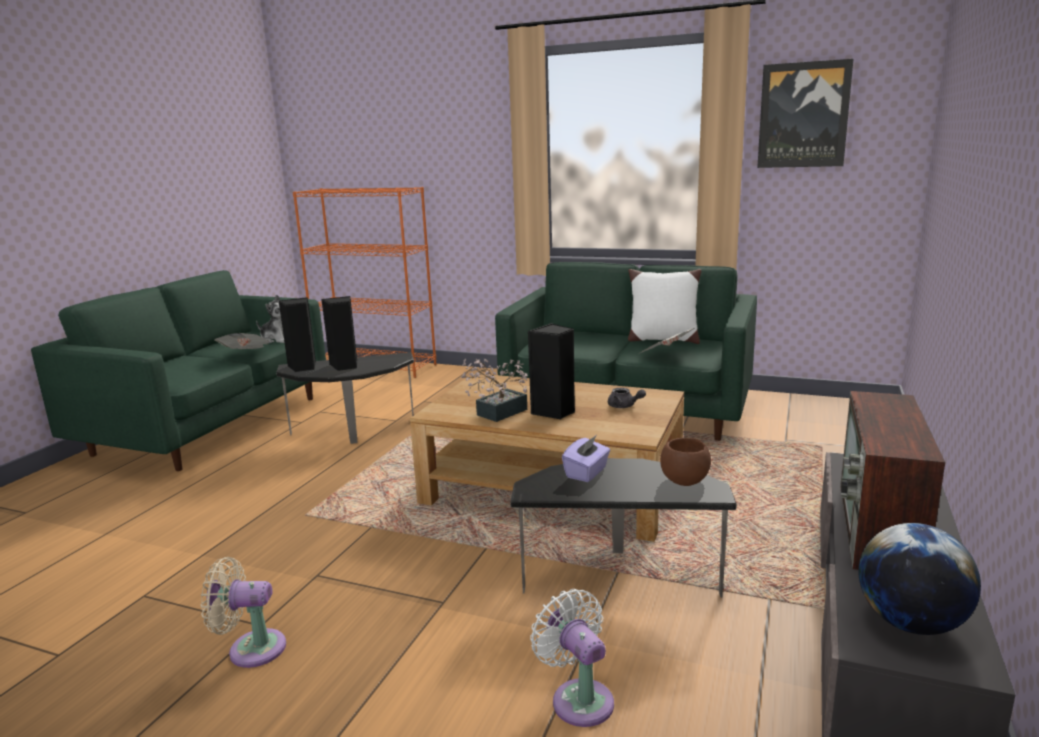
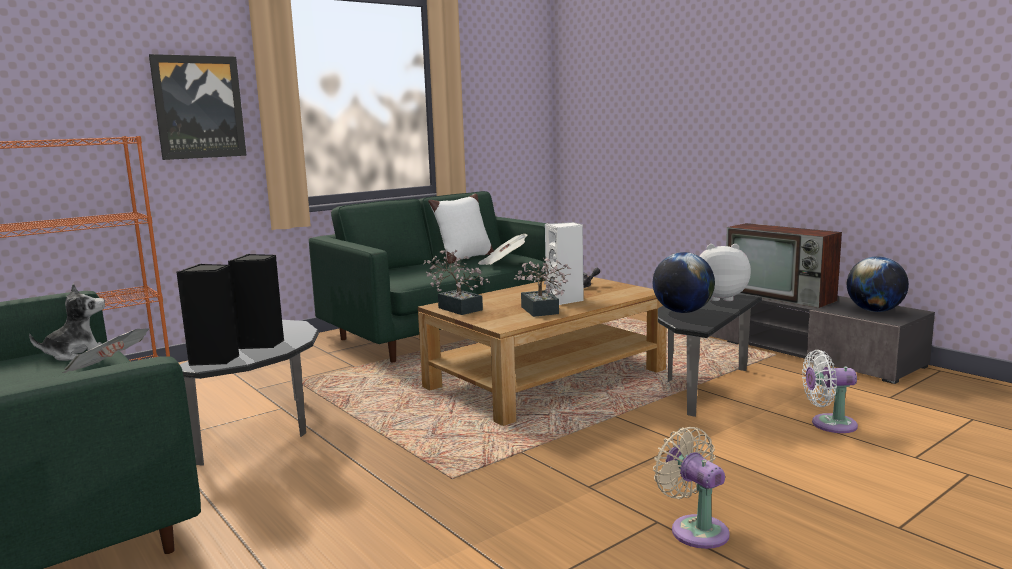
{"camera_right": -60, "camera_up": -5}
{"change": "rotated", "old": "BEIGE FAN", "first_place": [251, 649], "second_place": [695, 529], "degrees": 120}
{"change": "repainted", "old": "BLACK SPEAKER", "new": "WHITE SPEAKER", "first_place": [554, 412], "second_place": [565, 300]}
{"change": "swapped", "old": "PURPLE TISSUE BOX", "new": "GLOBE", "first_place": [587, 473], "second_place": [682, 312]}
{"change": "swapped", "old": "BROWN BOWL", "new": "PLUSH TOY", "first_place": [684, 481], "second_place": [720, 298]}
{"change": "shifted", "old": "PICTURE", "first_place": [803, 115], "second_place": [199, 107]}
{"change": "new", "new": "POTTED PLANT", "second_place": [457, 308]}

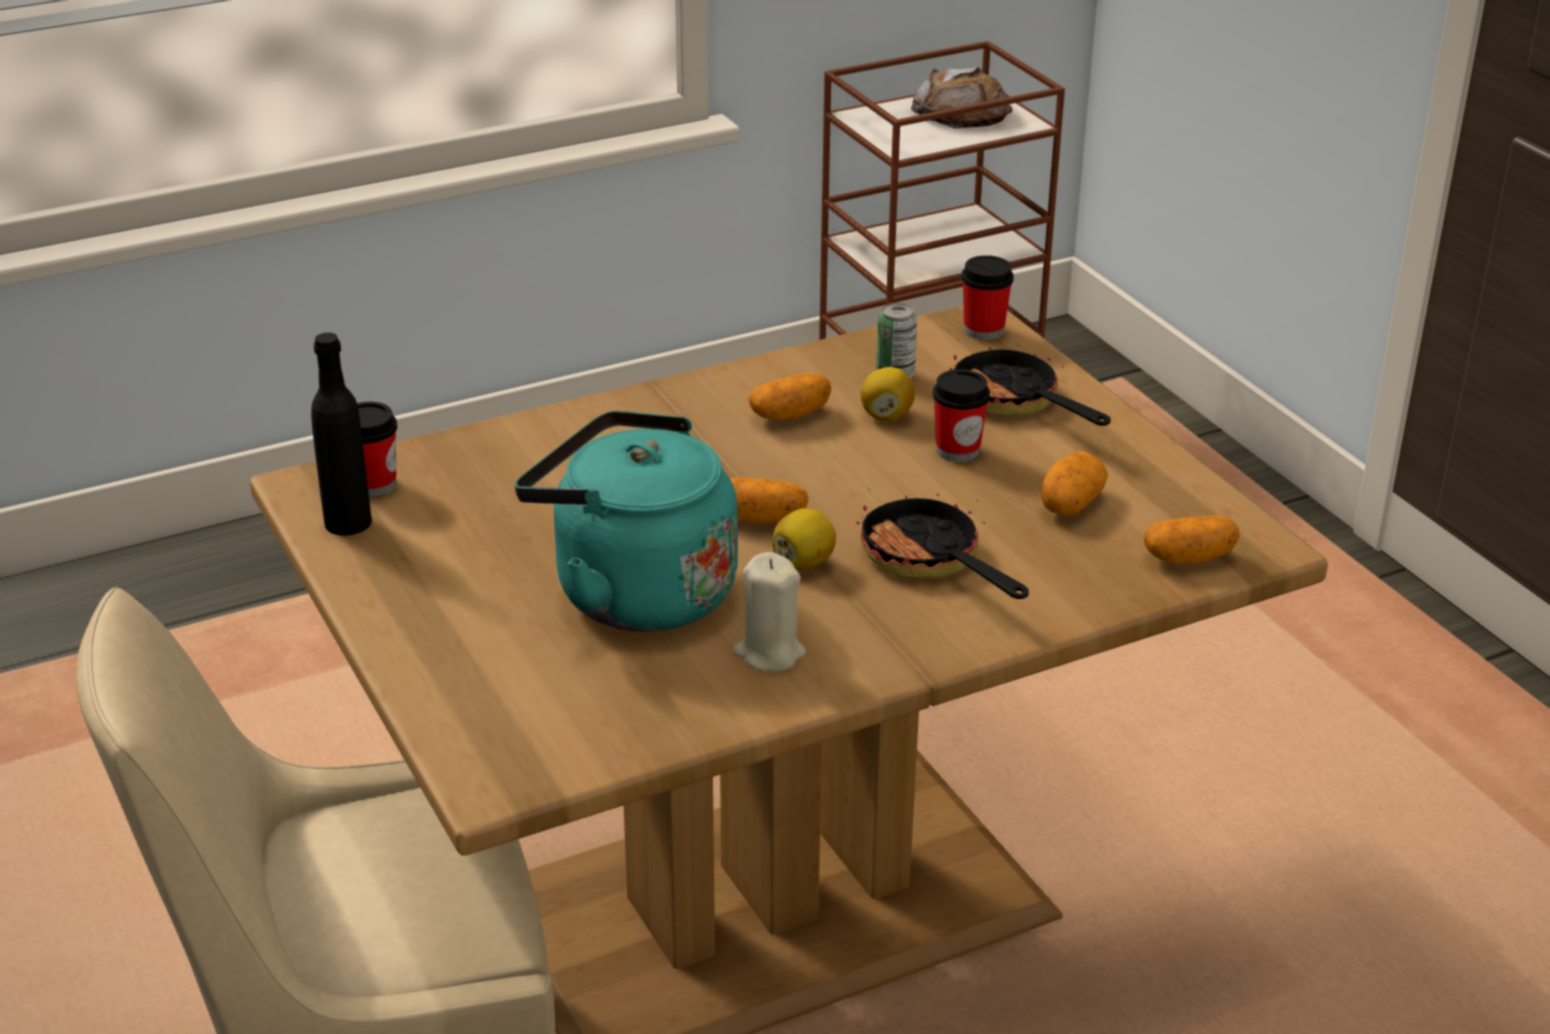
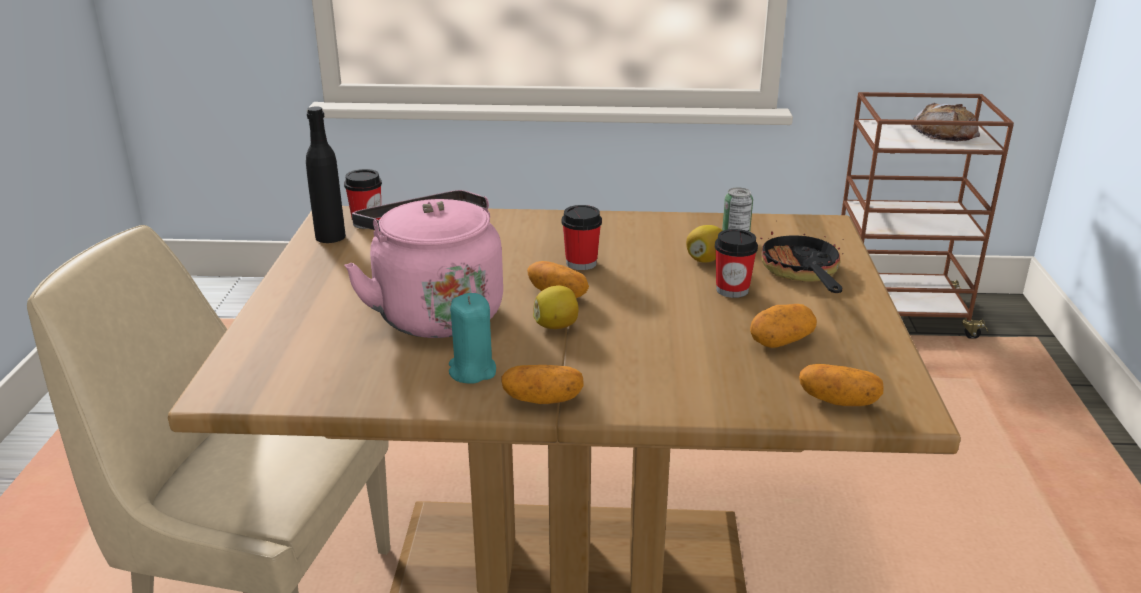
{"camera_right": 30, "camera_up": -5}
{"change": "repainted", "old": "TURQUOISE KETTLE", "new": "PINK KETTLE", "first_place": [634, 592], "second_place": [434, 312]}
{"change": "repainted", "old": "BEIGE CANDLE", "new": "TURQUOISE CANDLE", "first_place": [769, 653], "second_place": [472, 371]}
{"change": "shifted", "old": "POTATO", "first_place": [790, 415], "second_place": [542, 399]}
{"change": "gone", "old": "FRYING PAN", "first_place": [930, 562]}
{"change": "shifted", "old": "CUP", "first_place": [983, 330], "second_place": [581, 263]}

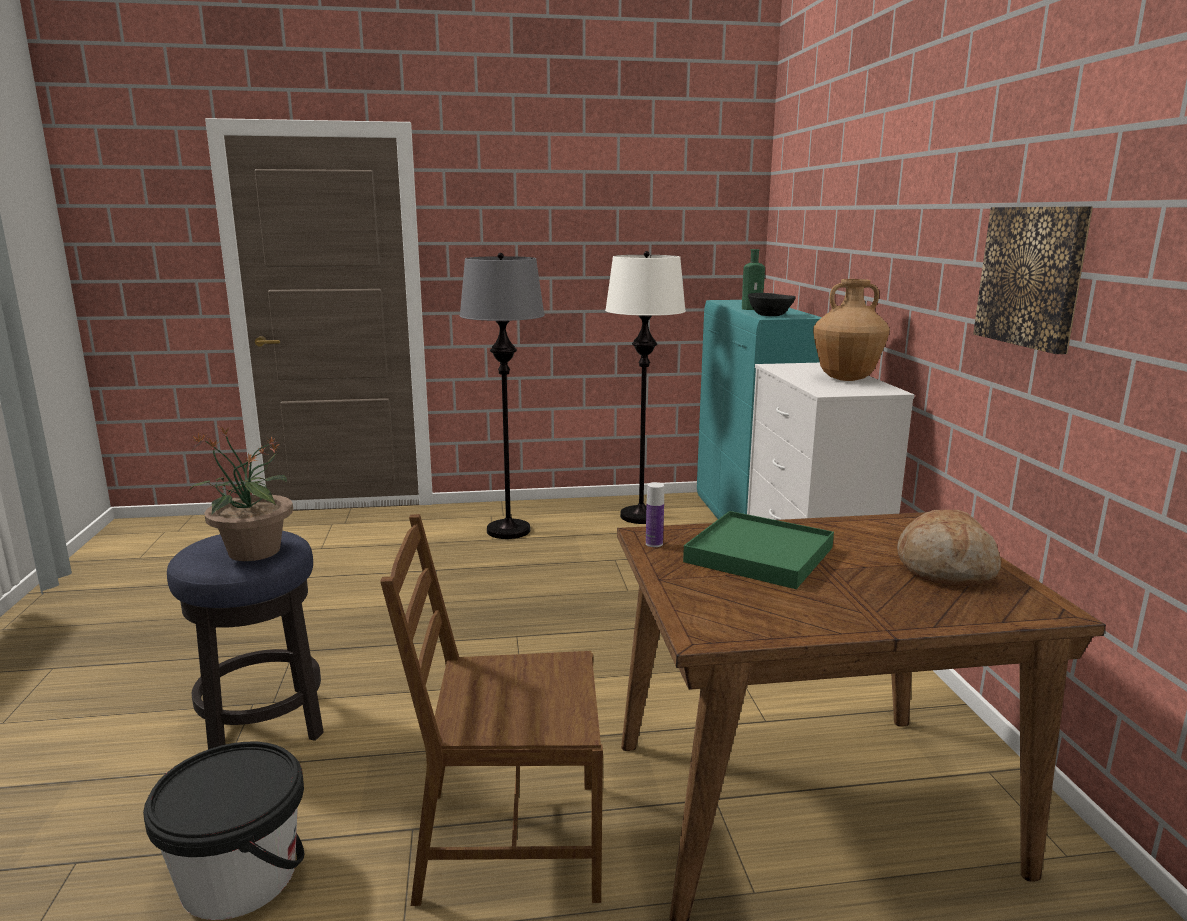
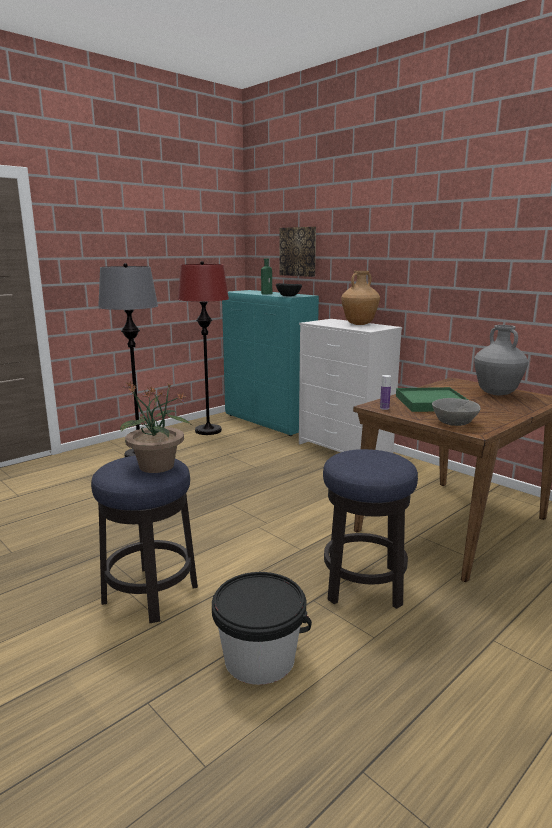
{"camera_right": -35, "camera_up": 0}
{"change": "swapped", "old": "BROWN CHAIR", "new": "STOOL", "first_place": [507, 842], "second_place": [363, 585]}
{"change": "repainted", "old": "WHITE FLOOR LAMP", "new": "RED FLOOR LAMP", "first_place": [641, 516], "second_place": [208, 430]}
{"change": "swapped", "old": "BREAD", "new": "GREY VASE", "first_place": [945, 568], "second_place": [497, 393]}
{"change": "shifted", "old": "PICTURE", "first_place": [1032, 276], "second_place": [298, 251]}
{"change": "new", "new": "GREY BOWL", "second_place": [453, 423]}

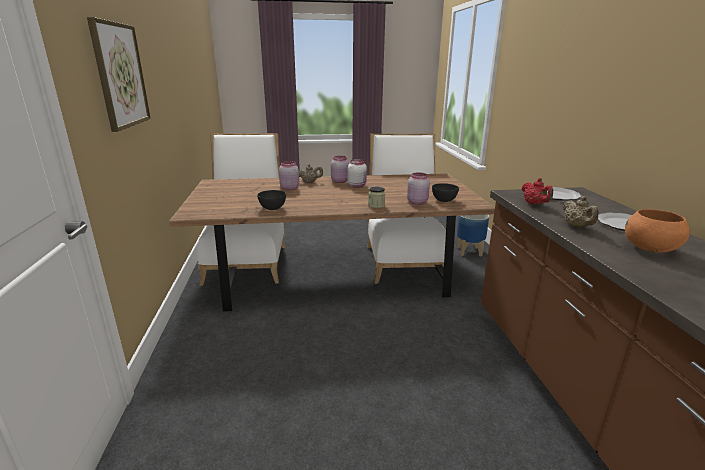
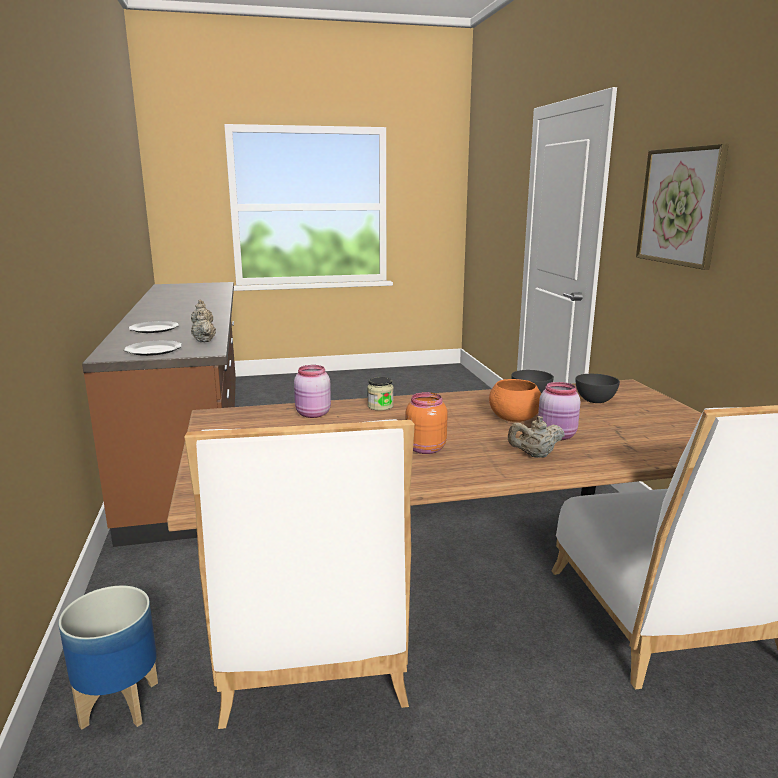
{"camera_right": 175, "camera_up": -5}
{"change": "gone", "old": "PINK JAR", "first_place": [340, 181]}
{"change": "repainted", "old": "WHITE JAR", "new": "ORANGE JAR", "first_place": [357, 185], "second_place": [424, 449]}
{"change": "shifted", "old": "GREY BOWL", "first_place": [443, 200], "second_place": [595, 401]}
{"change": "repainted", "old": "RED TEAPOT", "new": "BEIGE TEAPOT", "first_place": [535, 205], "second_place": [204, 341]}
{"change": "shifted", "old": "ORANGE BOWL", "first_place": [650, 249], "second_place": [514, 419]}

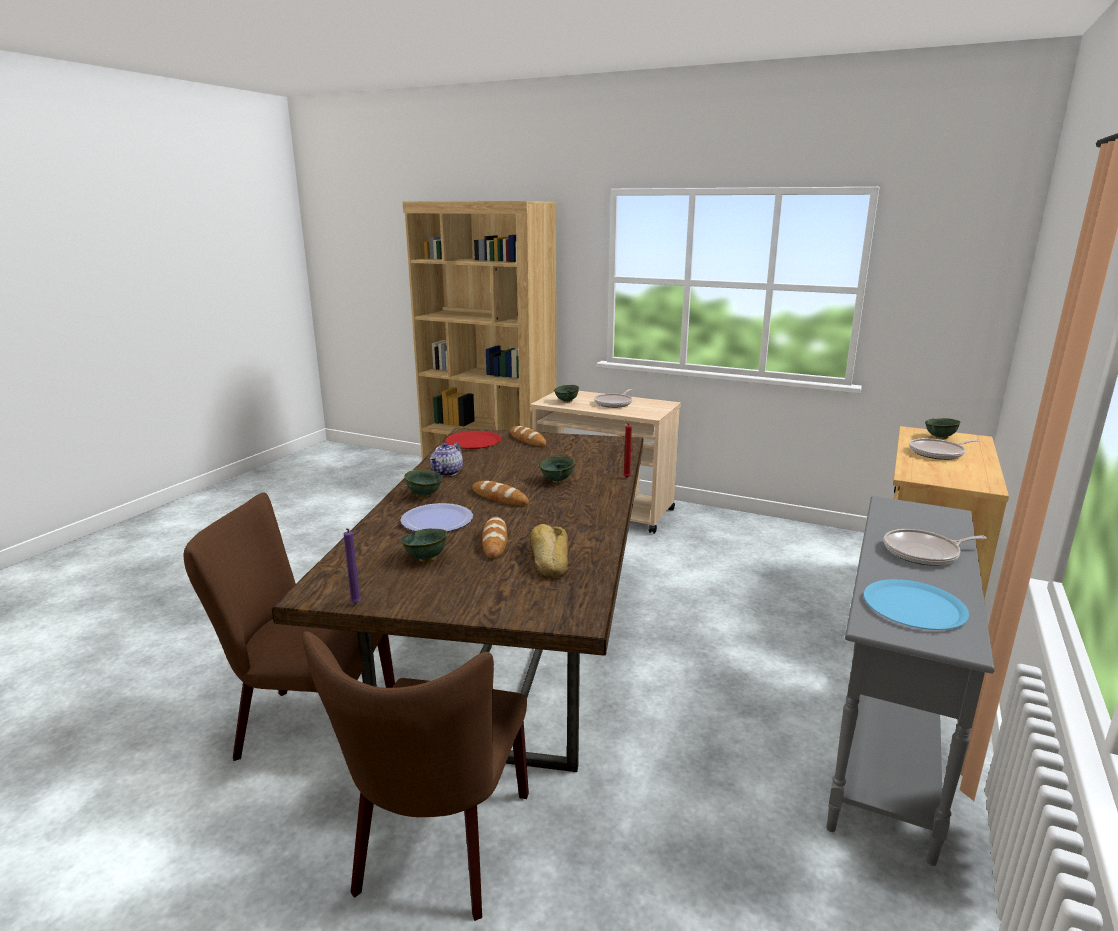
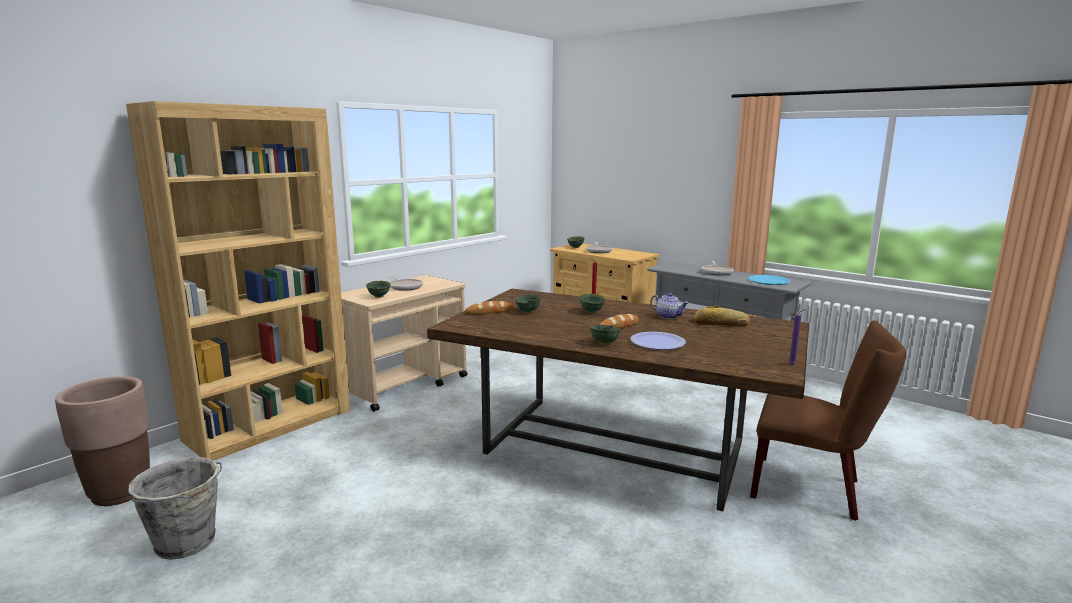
{"camera_right": -75, "camera_up": -5}
{"change": "gone", "old": "BROWN CHAIR", "first_place": [307, 727]}
{"change": "shifted", "old": "GREEN BOWL", "first_place": [426, 559], "second_place": [528, 312]}
{"change": "shifted", "old": "TEAPOT", "first_place": [447, 472], "second_place": [668, 316]}
{"change": "gone", "old": "RED PLATE", "first_place": [473, 441]}
{"change": "gone", "old": "BREAD", "first_place": [494, 541]}
{"change": "new", "new": "BROWN PLANTER", "second_place": [120, 493]}
{"change": "new", "new": "GREY BUCKET", "second_place": [186, 543]}

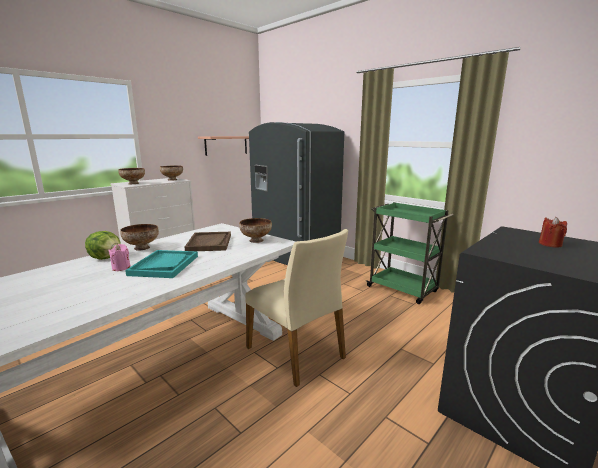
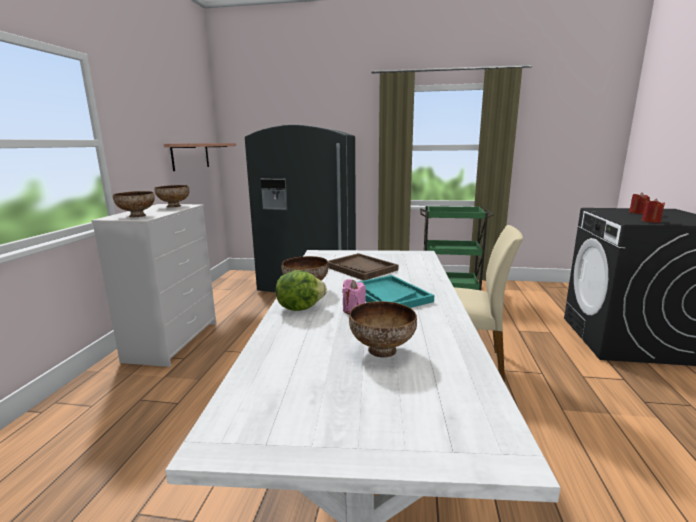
{"camera_right": -35, "camera_up": 0}
{"change": "shifted", "old": "BOWL", "first_place": [255, 240], "second_place": [381, 351]}
{"change": "new", "new": "RED CANDLE", "second_place": [651, 221]}

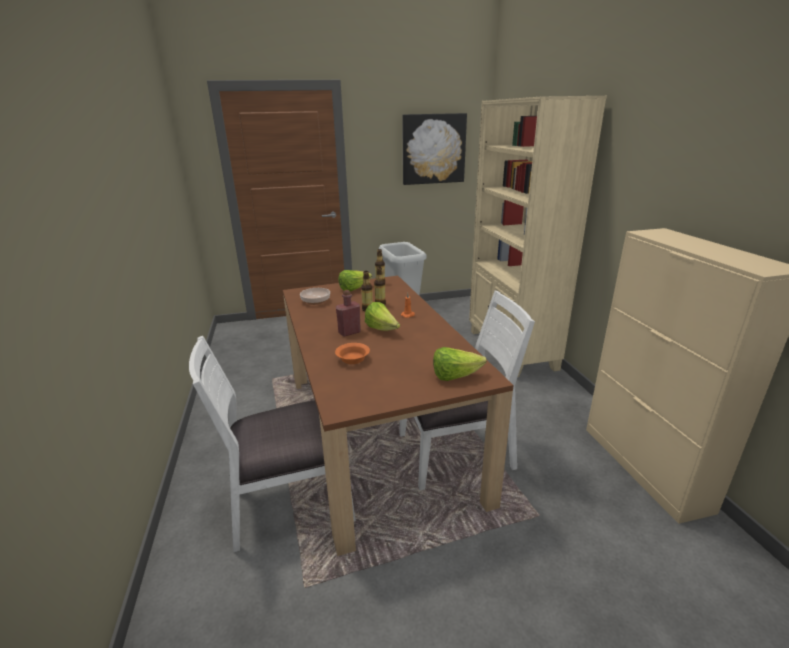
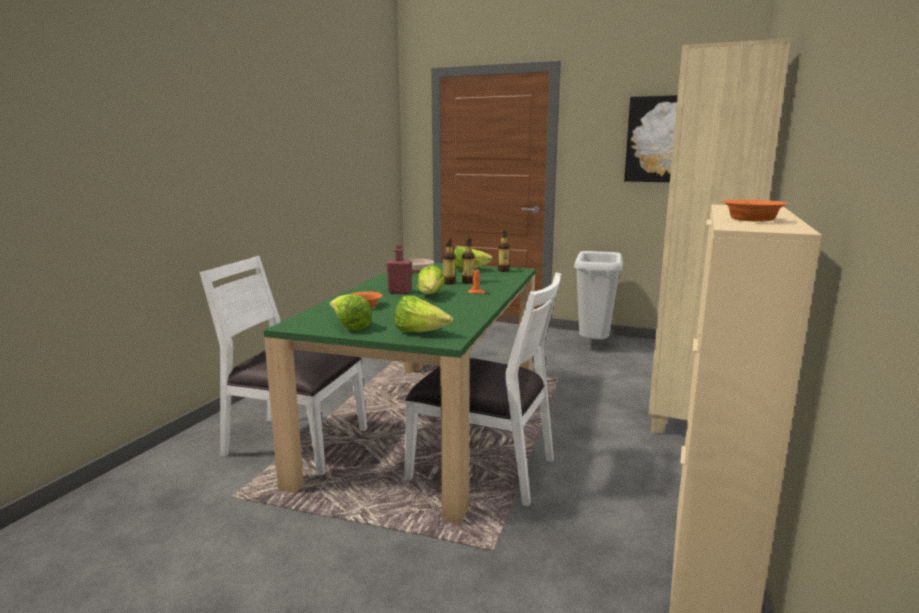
{"camera_right": 35, "camera_up": -10}
{"change": "repainted", "old": "BROWN DINING TABLE", "new": "GREEN DINING TABLE", "first_place": [376, 433], "second_place": [428, 425]}
{"change": "new", "new": "LETTUCE", "second_place": [349, 326]}
{"change": "new", "new": "ORANGE BOWL", "second_place": [750, 219]}

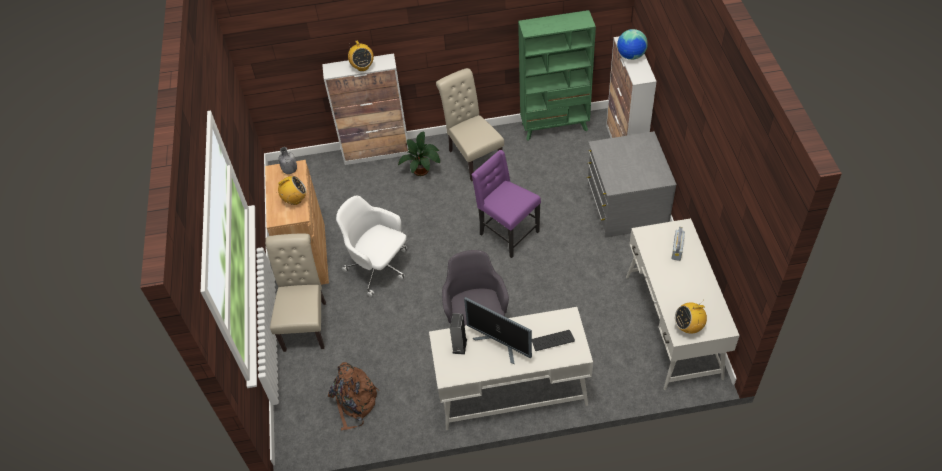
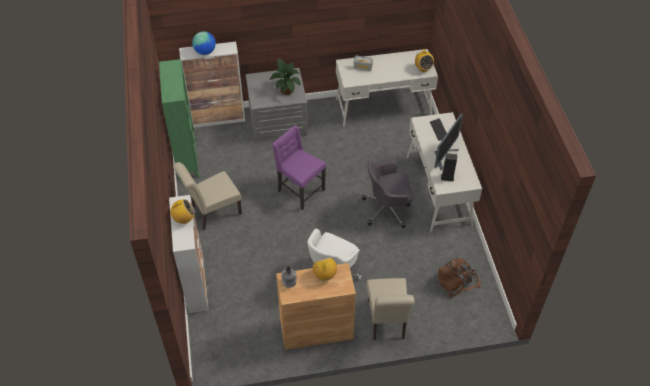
{"camera_right": -95, "camera_up": 0}
{"change": "rotated", "old": "BEIGE CHAIR", "first_place": [306, 322], "second_place": [386, 322], "degrees": -90}
{"change": "shifted", "old": "POTTED PLANT", "first_place": [422, 169], "second_place": [286, 89]}
{"change": "rotated", "old": "PURPLE CHAIR", "first_place": [507, 233], "second_place": [300, 190], "degrees": 90}

